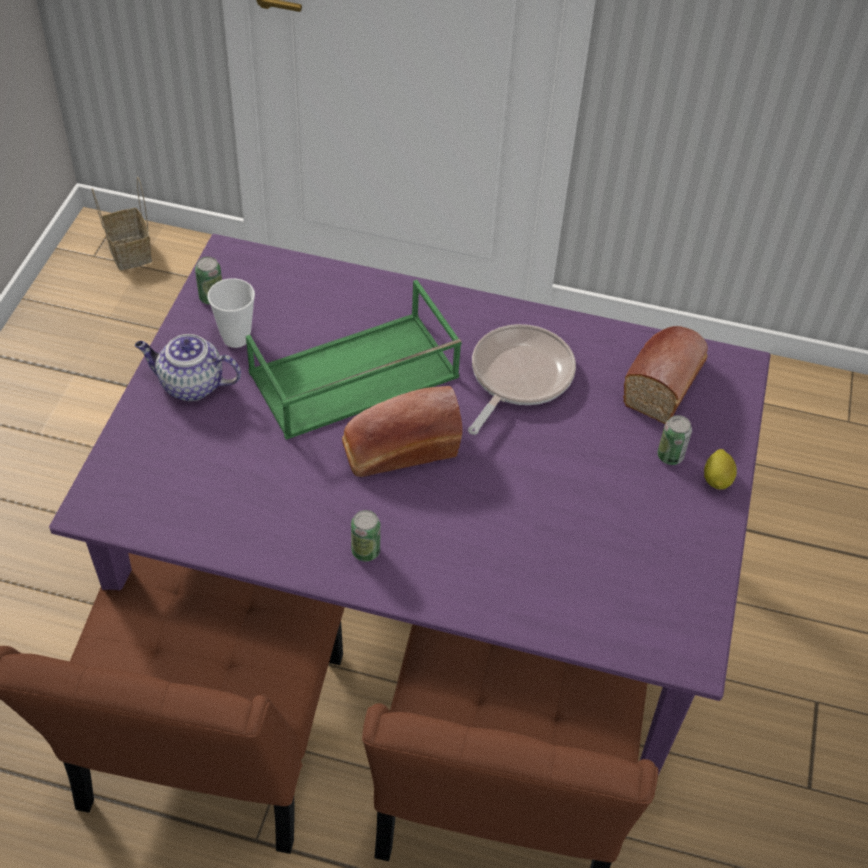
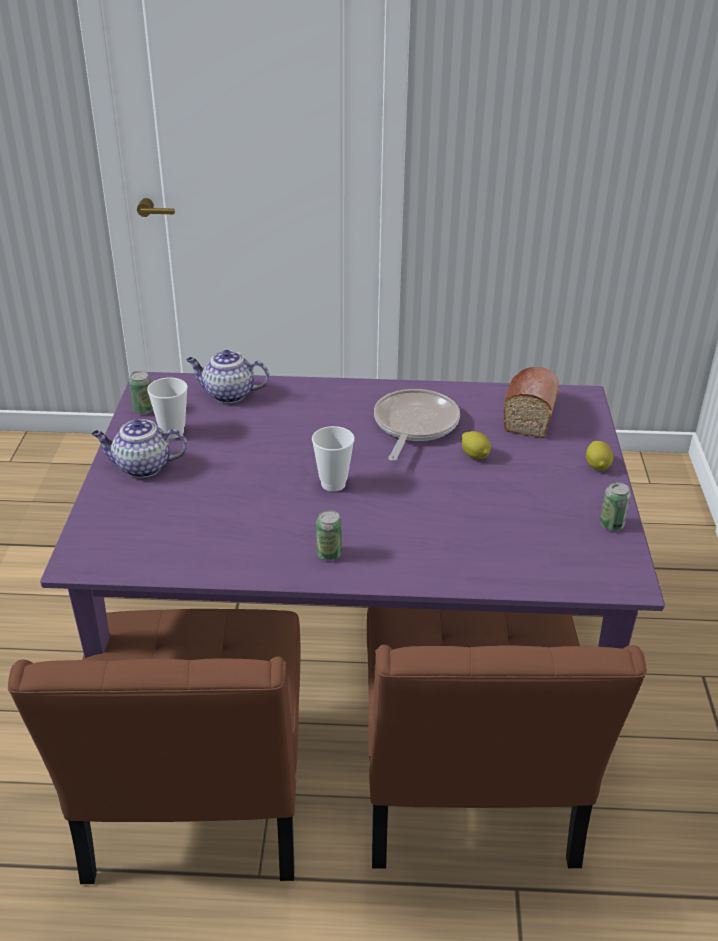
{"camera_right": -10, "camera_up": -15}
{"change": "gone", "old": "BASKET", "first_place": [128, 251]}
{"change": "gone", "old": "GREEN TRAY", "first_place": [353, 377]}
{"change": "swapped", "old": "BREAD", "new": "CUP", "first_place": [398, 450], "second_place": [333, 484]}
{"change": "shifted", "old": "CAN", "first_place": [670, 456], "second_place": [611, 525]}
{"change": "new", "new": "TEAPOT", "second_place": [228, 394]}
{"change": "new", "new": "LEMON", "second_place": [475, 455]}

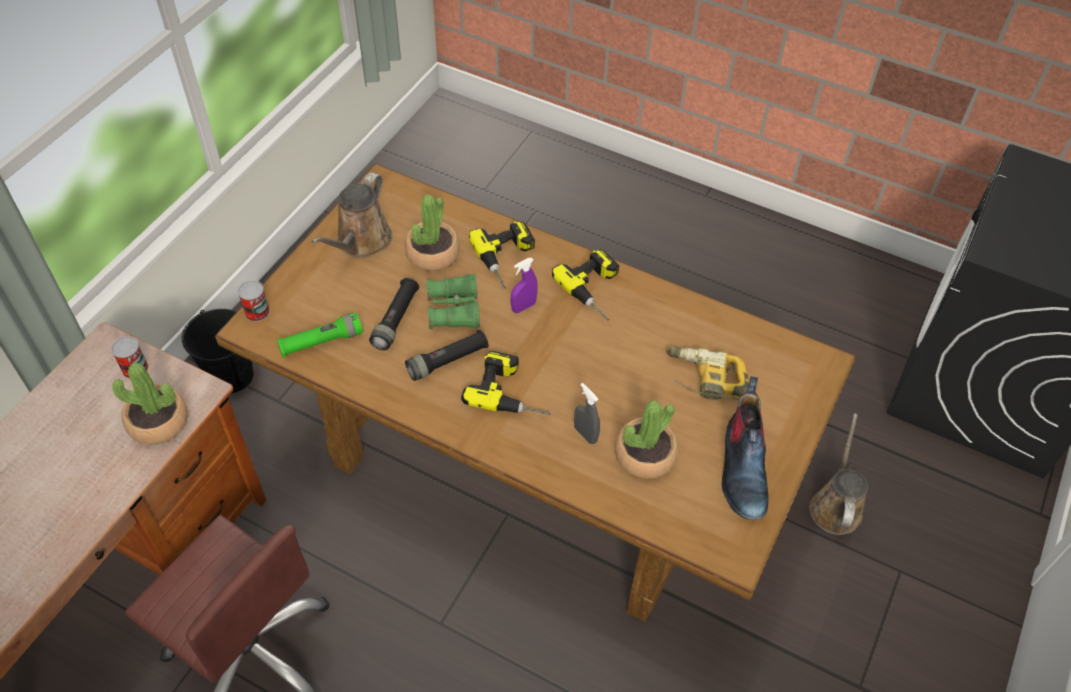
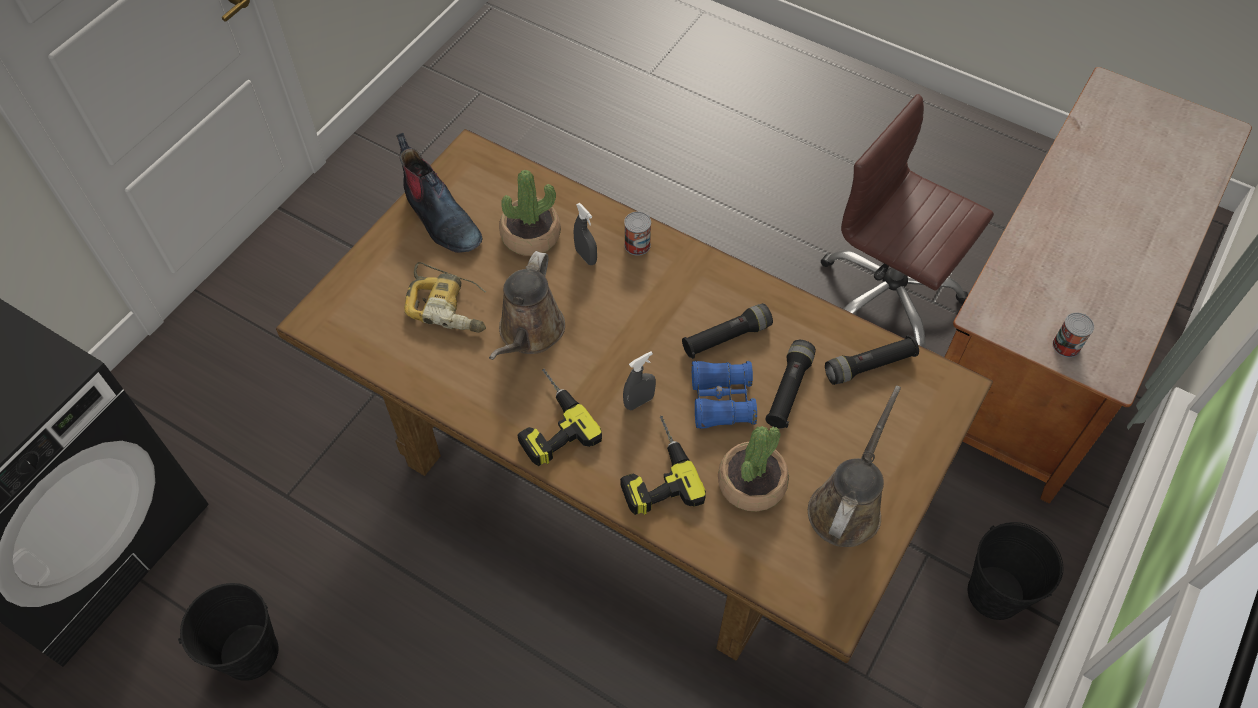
{"camera_right": -175, "camera_up": 5}
{"change": "gone", "old": "POTTED PLANT", "first_place": [158, 422]}
{"change": "shifted", "old": "CAN", "first_place": [257, 312], "second_place": [637, 245]}
{"change": "repainted", "old": "GREEN FLASHLIGHT", "new": "BLACK FLASHLIGHT", "first_place": [321, 342], "second_place": [869, 366]}
{"change": "repainted", "old": "GREEN BINOCULARS", "new": "BLUE BINOCULARS", "first_place": [454, 310], "second_place": [721, 401]}
{"change": "gone", "old": "POWER DRILL", "first_place": [513, 391]}
{"change": "repainted", "old": "PURPLE SPRAY BOTTLE", "new": "GREY SPRAY BOTTLE", "first_place": [523, 307], "second_place": [639, 401]}
{"change": "rotated", "old": "BOOT", "first_place": [742, 469], "second_place": [440, 219], "degrees": 135}
{"change": "shifted", "old": "BROWN WATERING CAN", "first_place": [835, 505], "second_place": [529, 333]}
{"change": "new", "new": "BLACK BUCKET", "second_place": [249, 652]}

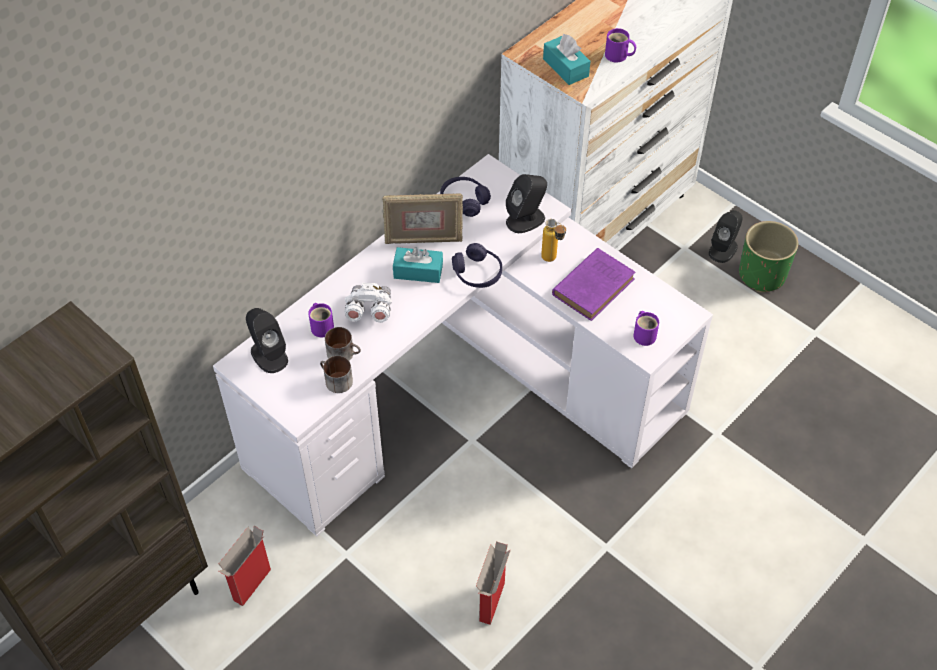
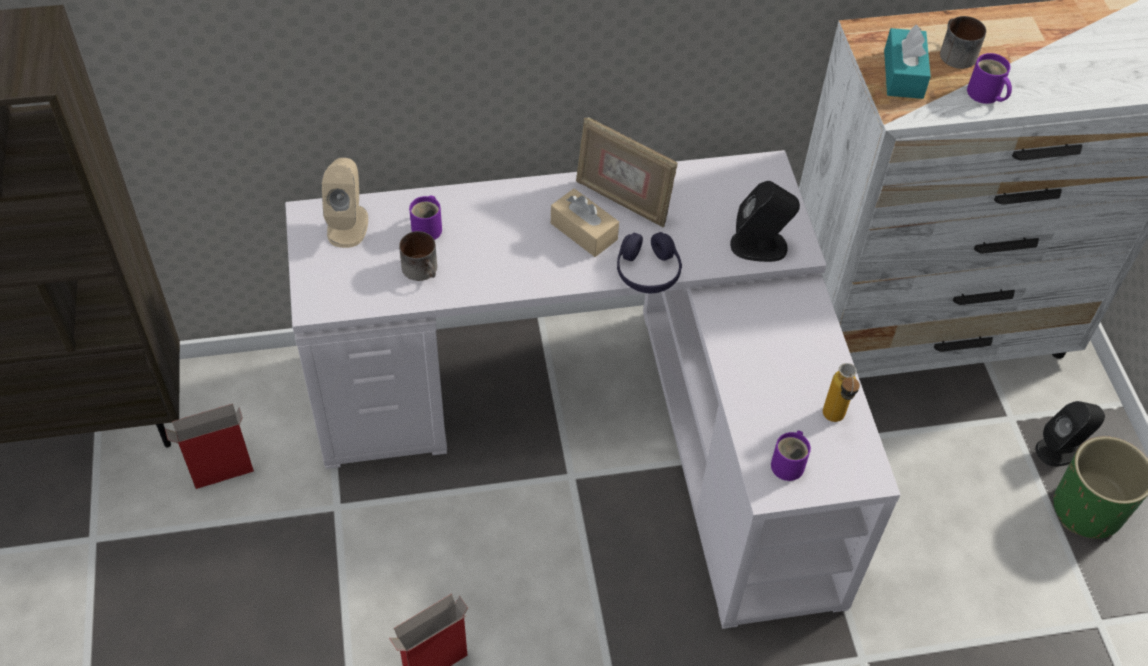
{"camera_right": 35, "camera_up": 0}
{"change": "repainted", "old": "BLACK SPEAKER", "new": "BEIGE SPEAKER", "first_place": [269, 355], "second_place": [347, 225]}
{"change": "shifted", "old": "MUG", "first_place": [335, 381], "second_place": [954, 53]}
{"change": "gone", "old": "WHITE BINOCULARS", "first_place": [369, 311]}
{"change": "repainted", "old": "TURQUOISE TISSUE BOX", "new": "BEIGE TISSUE BOX", "first_place": [418, 271], "second_place": [584, 231]}
{"change": "gone", "old": "PURPLE HEADPHONES", "first_place": [464, 202]}
{"change": "shifted", "old": "BOTTLE", "first_place": [552, 260], "second_place": [834, 421]}
{"change": "gone", "old": "PURPLE BOOK", "first_place": [594, 286]}

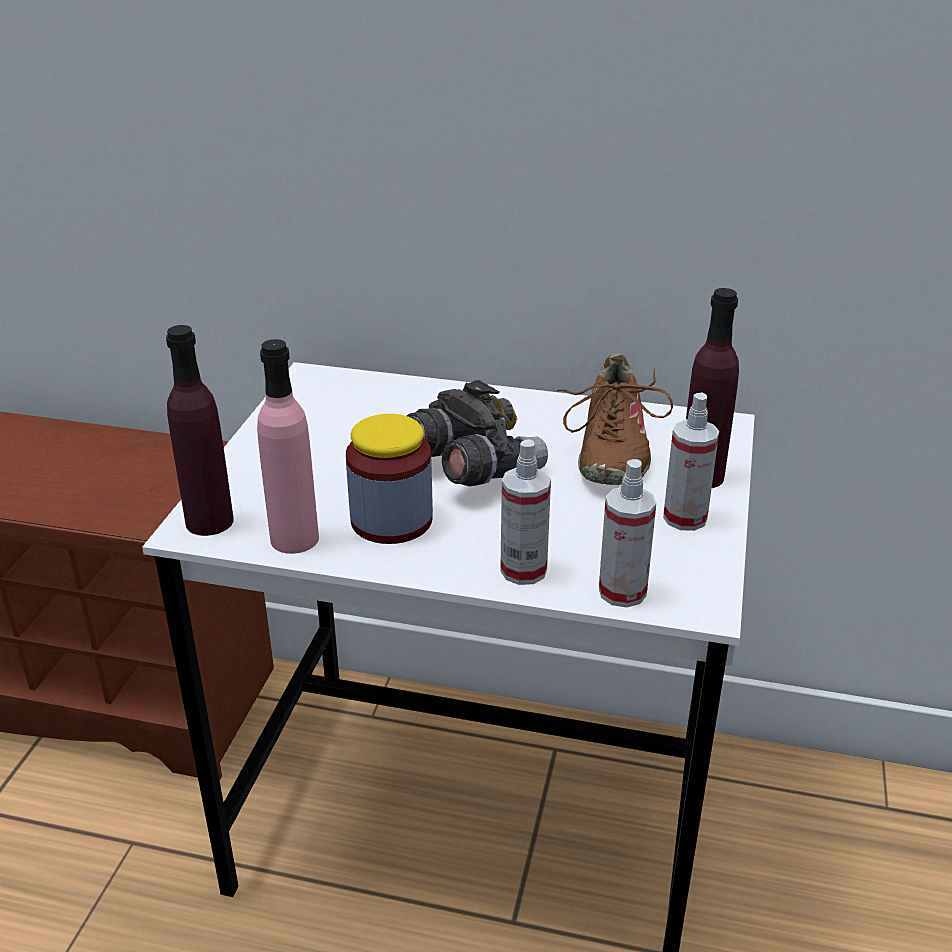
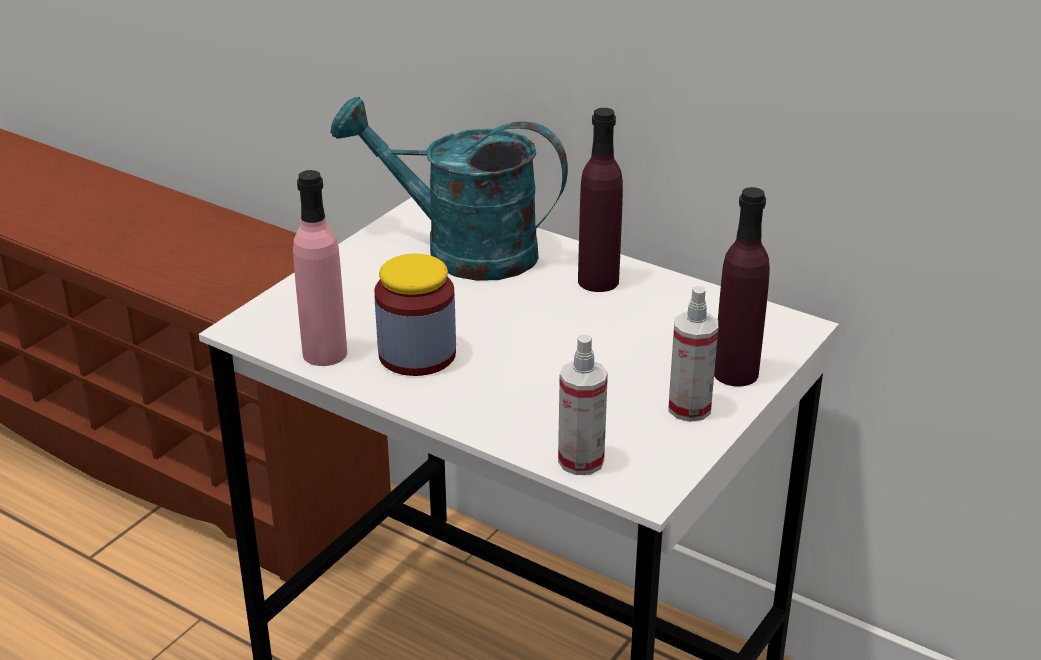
{"camera_right": 20, "camera_up": 0}
{"change": "shifted", "old": "PURPLE BOTTLE", "first_place": [209, 522], "second_place": [598, 281]}
{"change": "gone", "old": "GREY BINOCULARS", "first_place": [472, 470]}
{"change": "gone", "old": "SPRAY BOTTLE", "first_place": [523, 570]}
{"change": "gone", "old": "BROWN SHOE", "first_place": [610, 450]}
{"change": "new", "new": "TURQUOISE WATERING CAN", "second_place": [461, 250]}

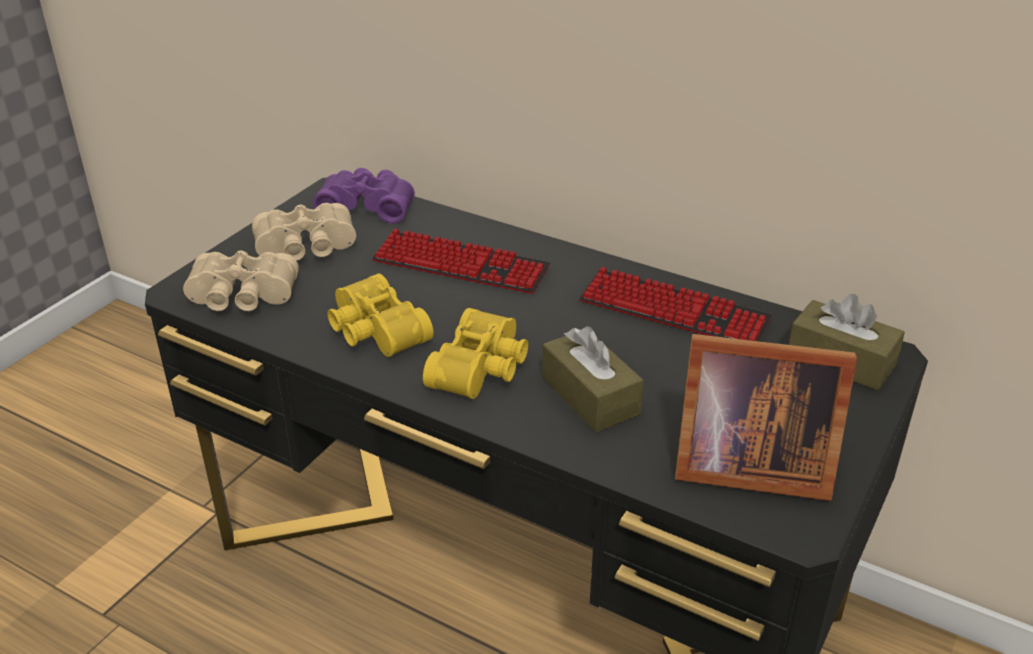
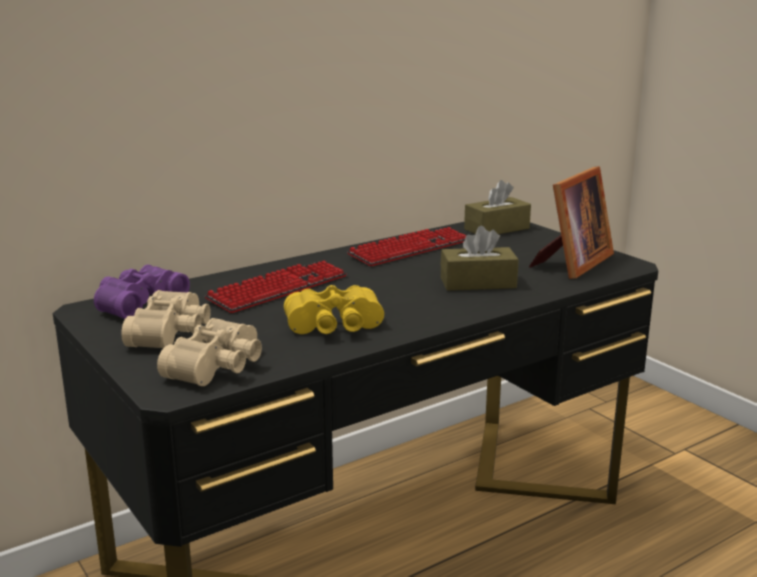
{"camera_right": -65, "camera_up": -15}
{"change": "gone", "old": "YELLOW BINOCULARS", "first_place": [483, 368]}

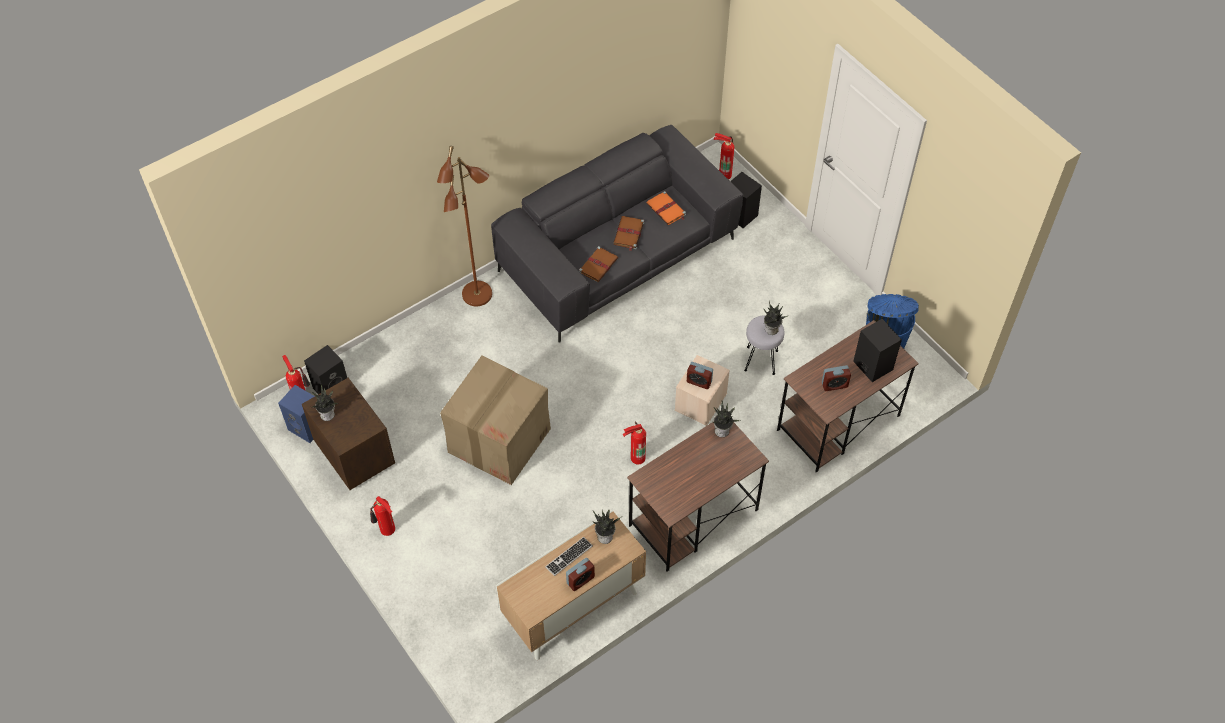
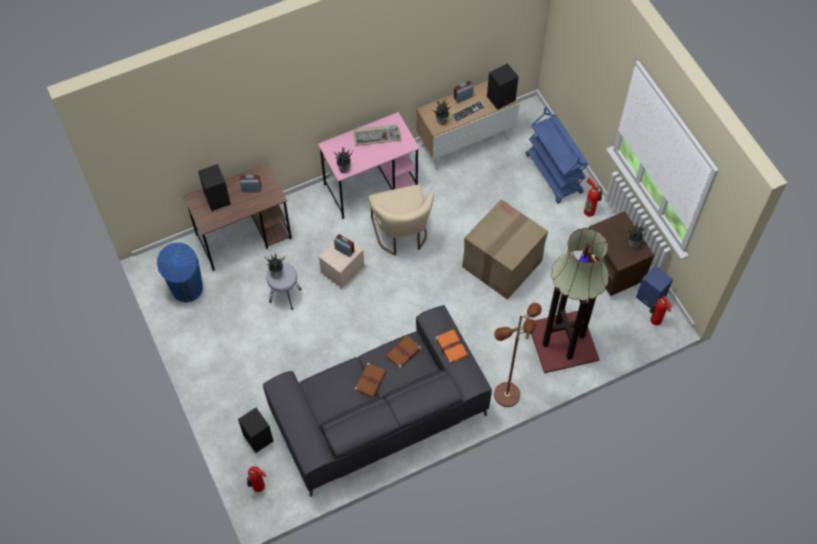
{"camera_right": -170, "camera_up": 5}
{"change": "shifted", "old": "BLACK SPEAKER", "first_place": [331, 387], "second_place": [501, 99]}
{"change": "swapped", "old": "FIRE EXTINGUISHER", "new": "BEIGE CHAIR", "first_place": [636, 457], "second_place": [401, 235]}
{"change": "repainted", "old": "BROWN DESK", "new": "PINK DESK", "first_place": [692, 518], "second_place": [371, 186]}
{"change": "shifted", "old": "ORANGE BOOK", "first_place": [666, 210], "second_place": [451, 346]}
{"change": "new", "new": "KEYBOARD", "second_place": [377, 136]}
{"change": "new", "new": "BLUE CART", "second_place": [554, 174]}
{"change": "new", "new": "FLOOR LAMP", "second_place": [564, 342]}

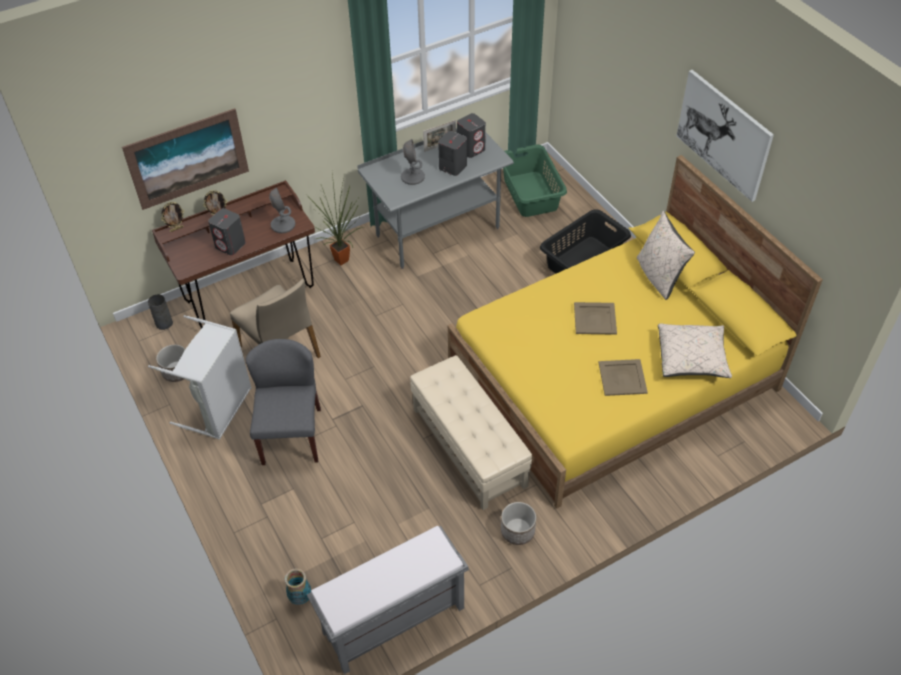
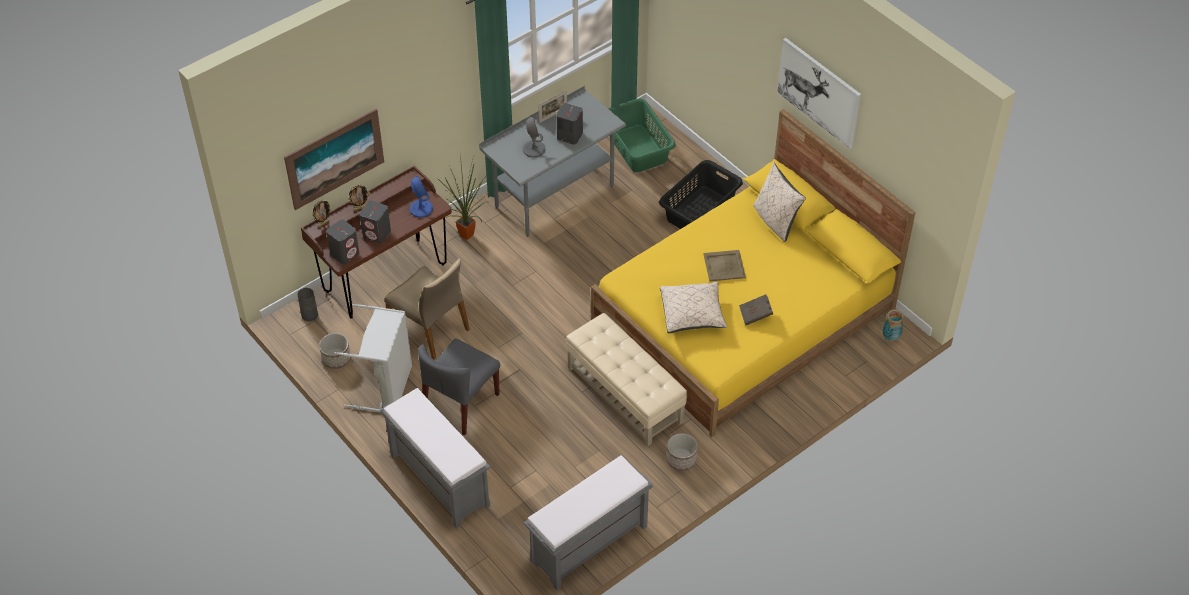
{"camera_right": -10, "camera_up": 0}
{"change": "rotated", "old": "GREY CHAIR", "first_place": [291, 435], "second_place": [461, 404], "degrees": -135}
{"change": "repainted", "old": "GREY TABLE LAMP", "new": "BLUE TABLE LAMP", "first_place": [283, 224], "second_place": [421, 209]}
{"change": "shifted", "old": "VASE", "first_place": [300, 598], "second_place": [891, 337]}
{"change": "shifted", "old": "GREY SPEAKER", "first_place": [471, 149], "second_place": [345, 253]}
{"change": "swapped", "old": "BEIGE TRAY", "new": "BROWN BOOK", "first_place": [622, 377], "second_place": [755, 315]}
{"change": "shifted", "old": "BEIGE PILLOW", "first_place": [691, 359], "second_place": [692, 314]}
{"change": "new", "new": "GREY BENCH", "second_place": [438, 479]}

